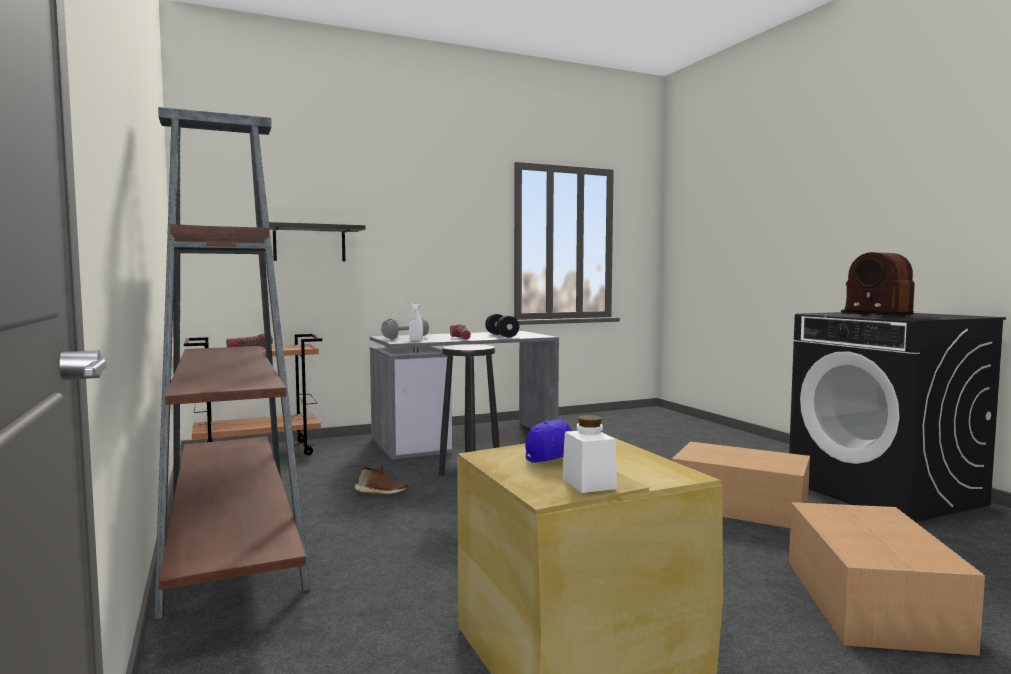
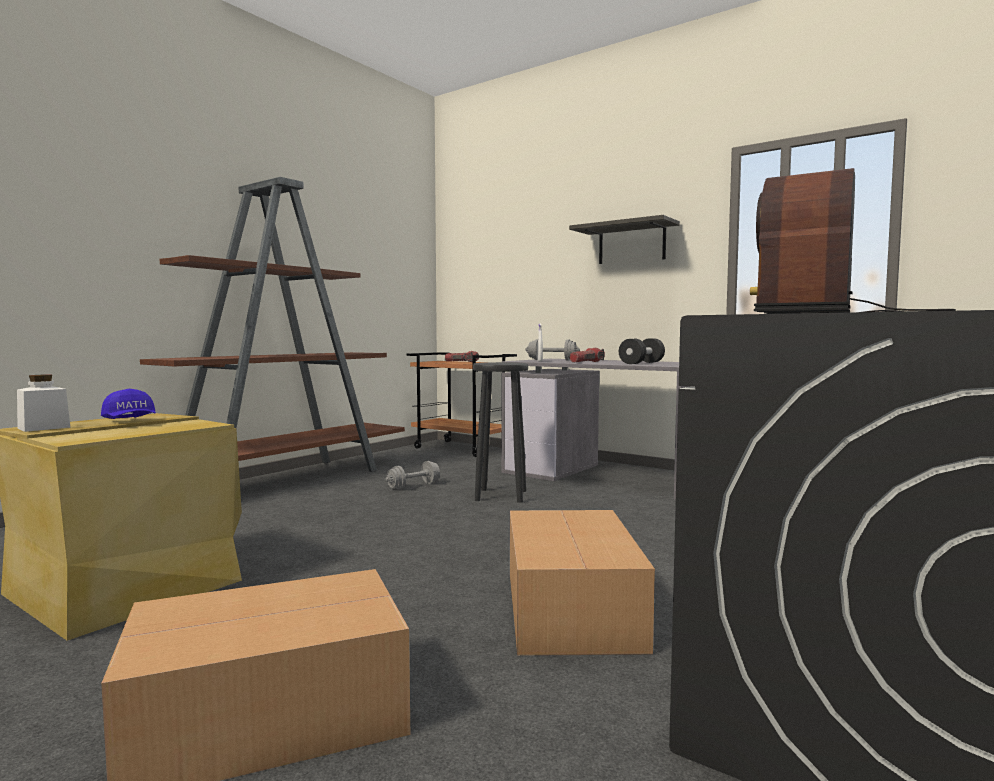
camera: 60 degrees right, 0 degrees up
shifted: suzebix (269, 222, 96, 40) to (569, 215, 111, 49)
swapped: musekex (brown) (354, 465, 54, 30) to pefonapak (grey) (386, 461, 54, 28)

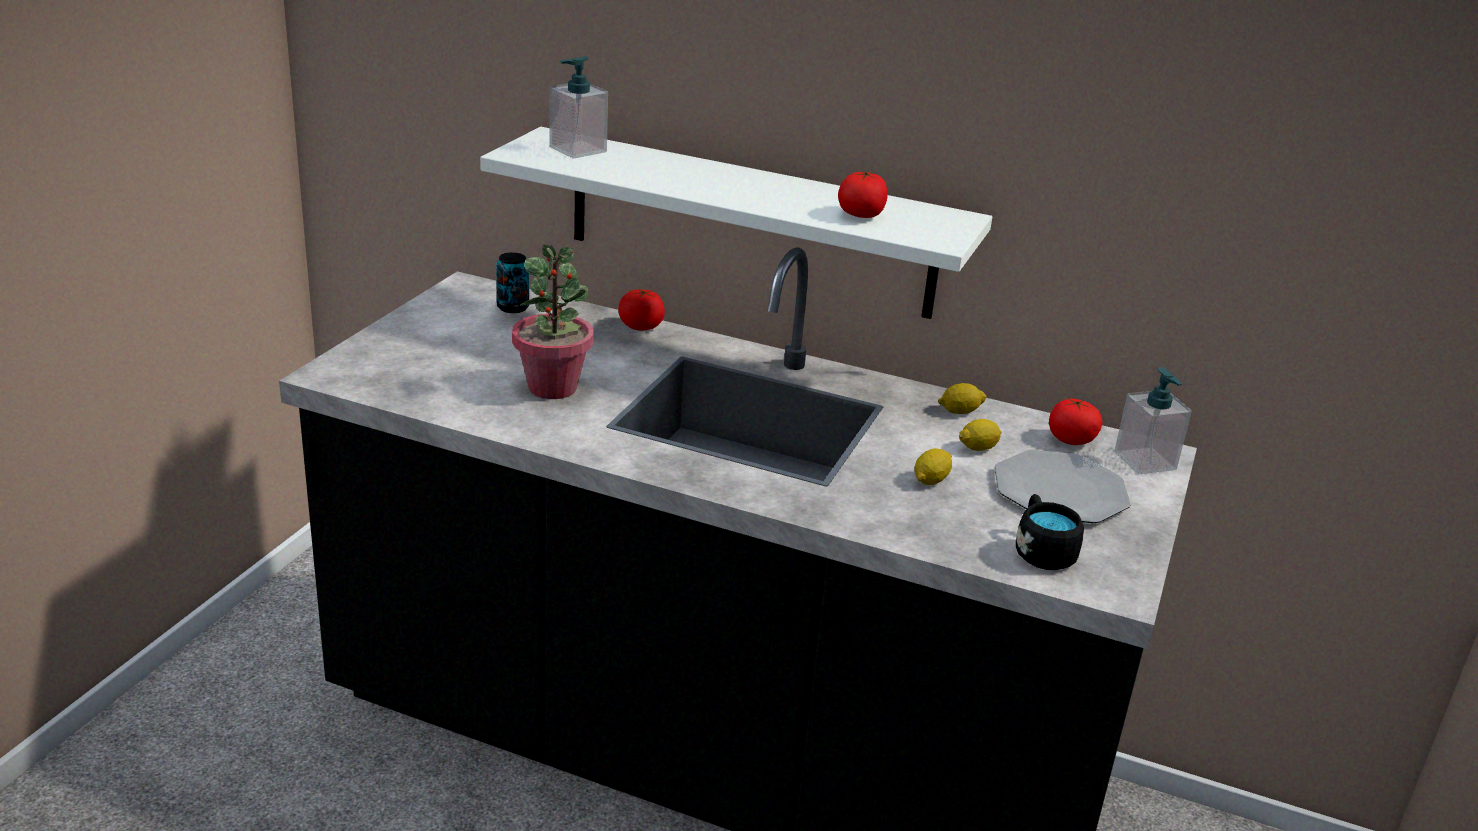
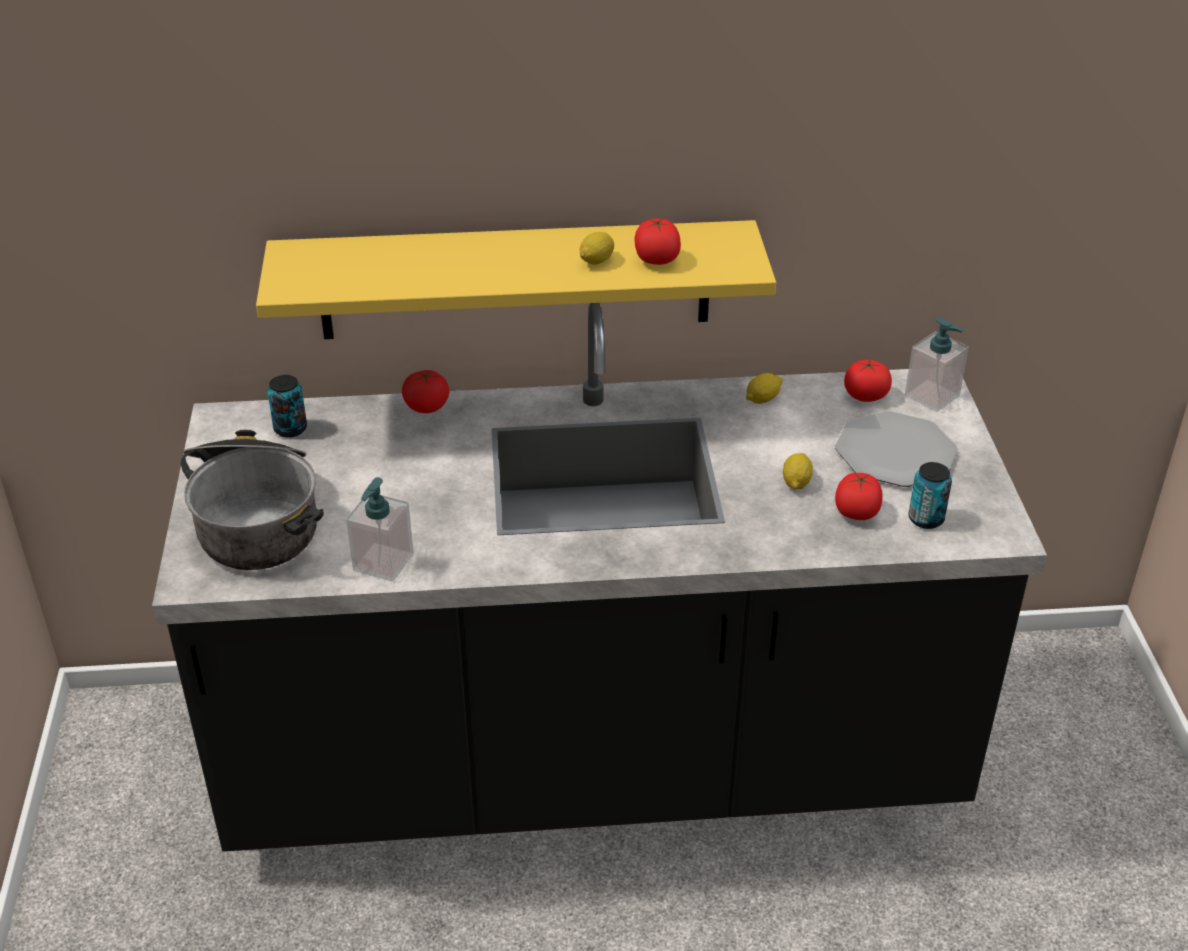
camera: 25 degrees left, 10 degrees up
gone: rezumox (512, 245, 82, 154)
new: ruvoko (181, 430, 143, 140); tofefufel (835, 472, 48, 48)
shifted: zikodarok (549, 56, 59, 103) to (346, 477, 68, 105); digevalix (959, 419, 43, 32) to (580, 232, 34, 32)
swapped: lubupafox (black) (1016, 494, 68, 76) to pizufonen (909, 462, 43, 67)
repainted: suzebix (white) (480, 127, 512, 192) to suzebix (yellow) (256, 220, 520, 119)

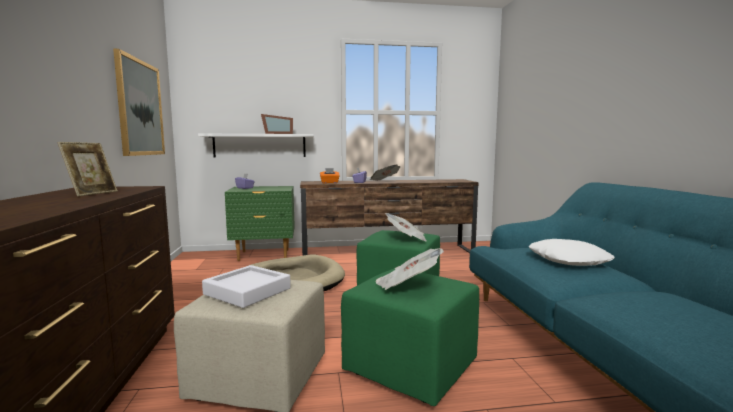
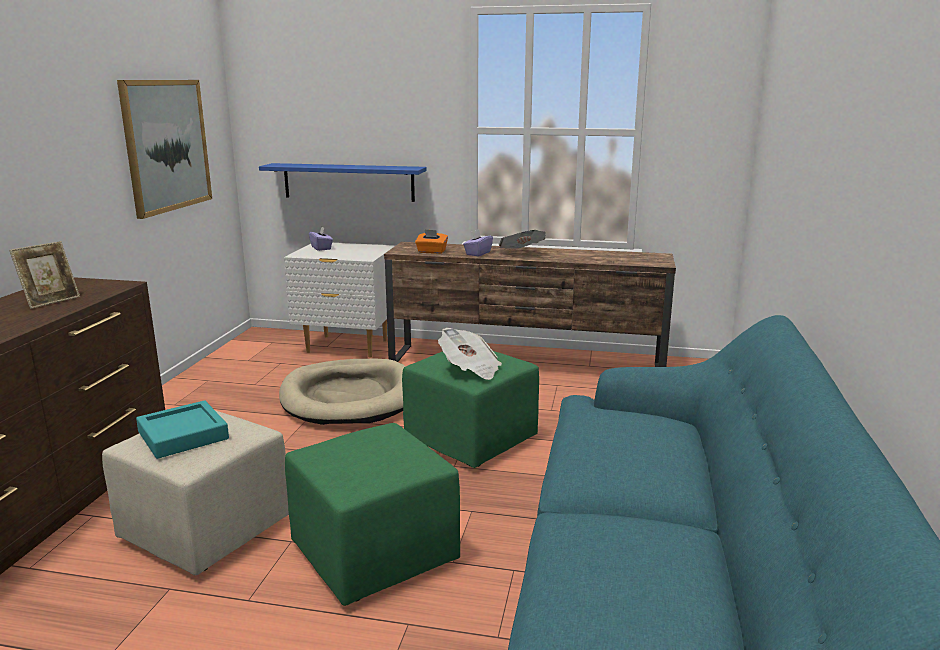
camera: 20 degrees right, 10 degrees up
gone: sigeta (261, 114, 32, 20); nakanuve (375, 248, 69, 42); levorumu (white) (529, 239, 86, 27)
repainted: suzebix (white) (198, 134, 116, 23) to suzebix (blue) (259, 163, 168, 39); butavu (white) (202, 265, 89, 43) to butavu (turquoise) (136, 401, 93, 58); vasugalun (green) (225, 186, 70, 75) to vasugalun (white) (284, 243, 112, 114)

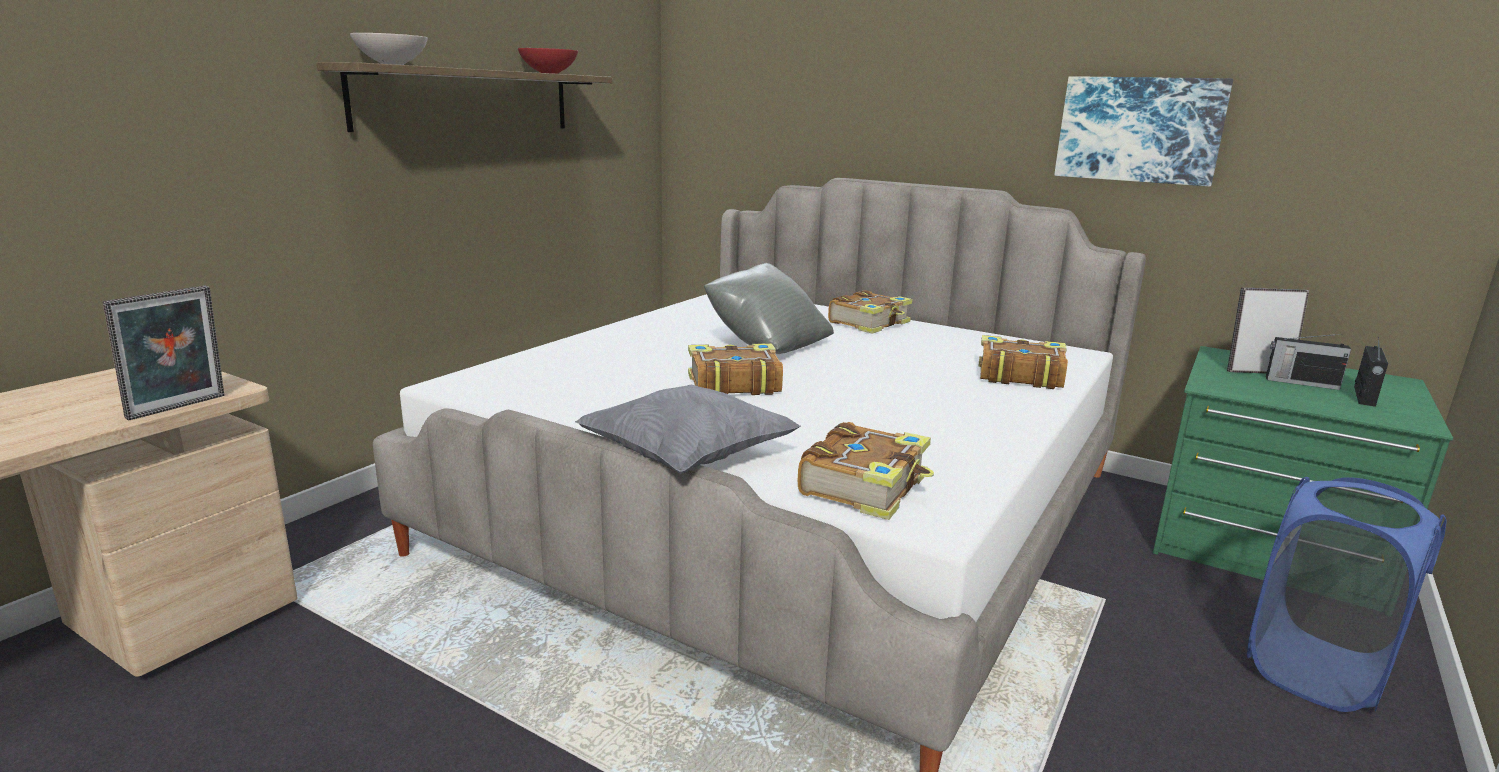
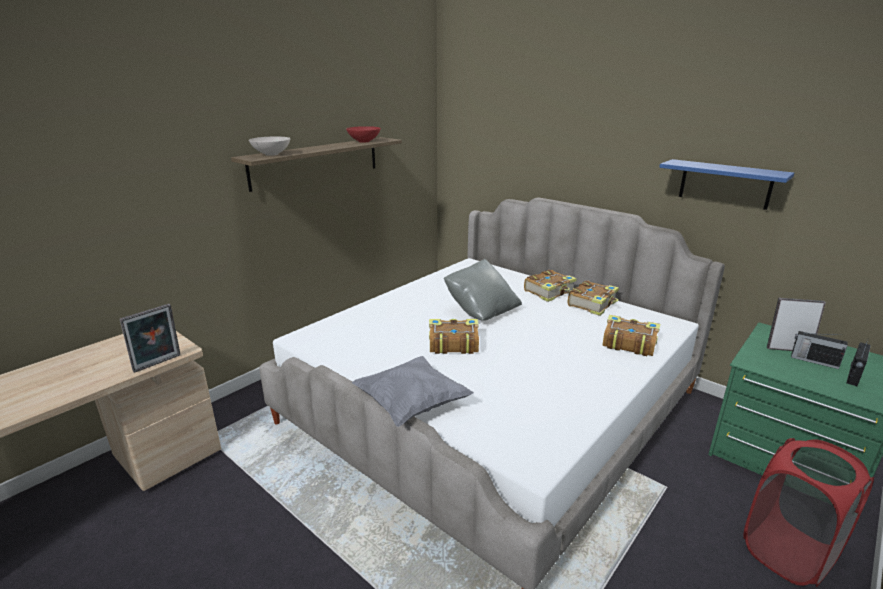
camera: 10 degrees right, 5 degrees up
shifted: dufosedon (798, 422, 136, 98) to (568, 281, 51, 35)
swapped: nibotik (1054, 76, 179, 110) to suzebix (blue) (659, 159, 135, 51)
repainted: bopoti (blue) (1247, 477, 200, 235) to bopoti (red) (744, 438, 130, 149)

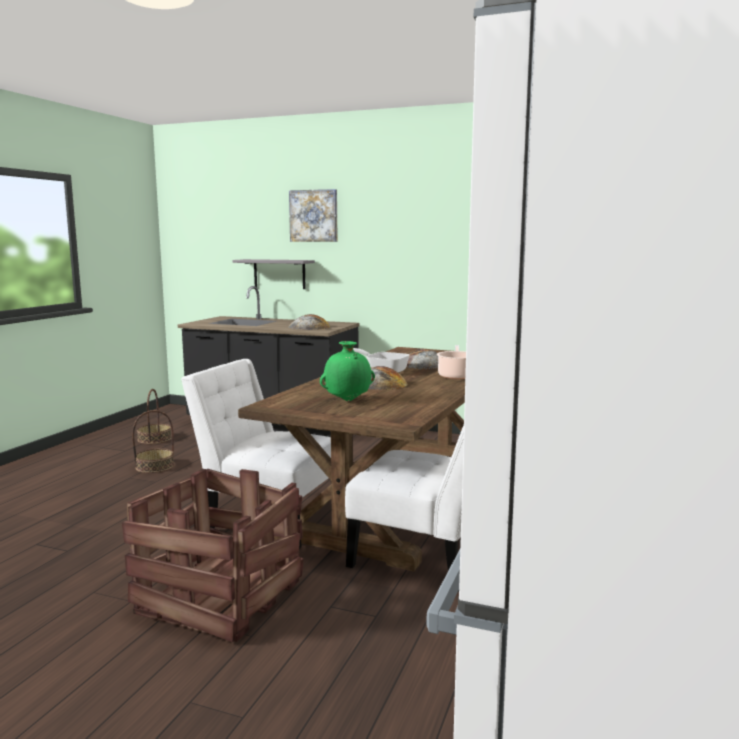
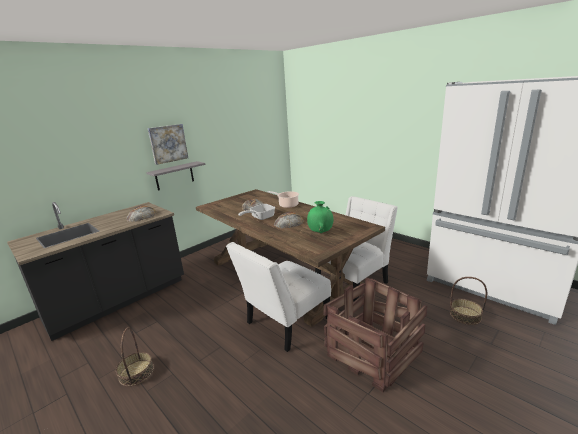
camera: 65 degrees left, 10 degrees up
shifted: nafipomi (137, 389, 35, 55) to (450, 277, 37, 48); suzebix (grey) (233, 259, 82, 30) to (146, 161, 60, 29); nibotik (289, 189, 49, 53) to (148, 124, 40, 41)

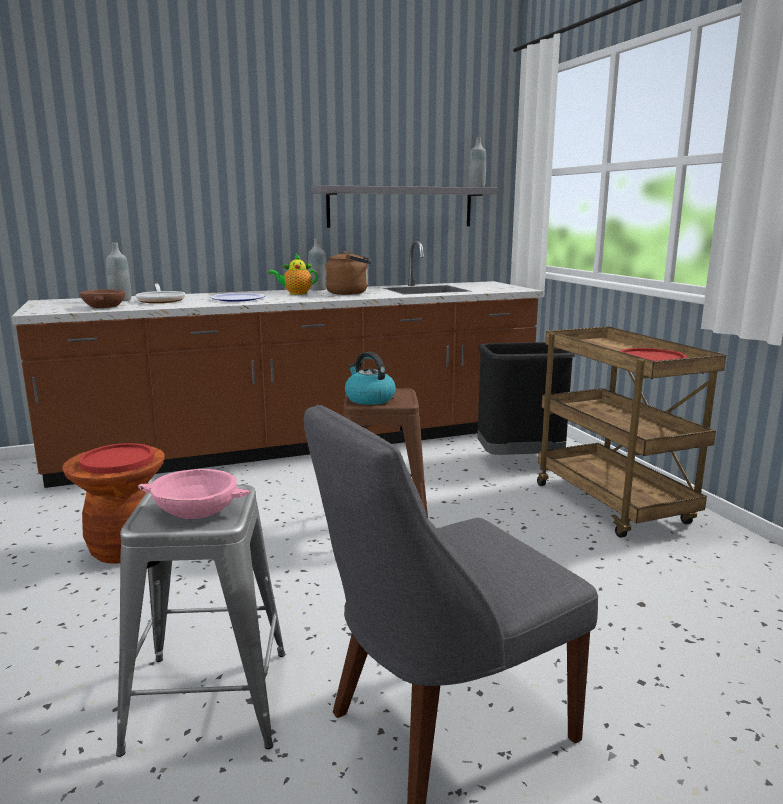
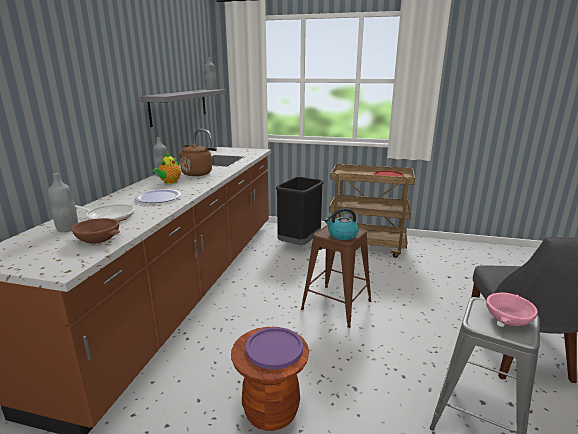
camera: 55 degrees left, 5 degrees up
repainted: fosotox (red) (79, 443, 76, 31) to fosotox (purple) (246, 327, 57, 43)

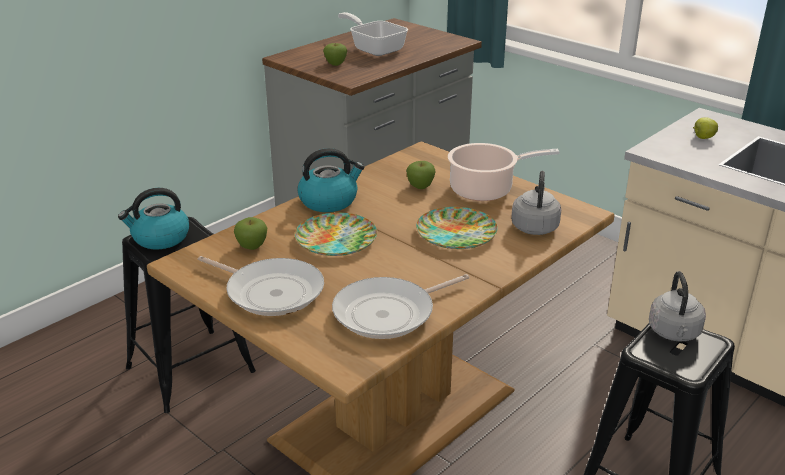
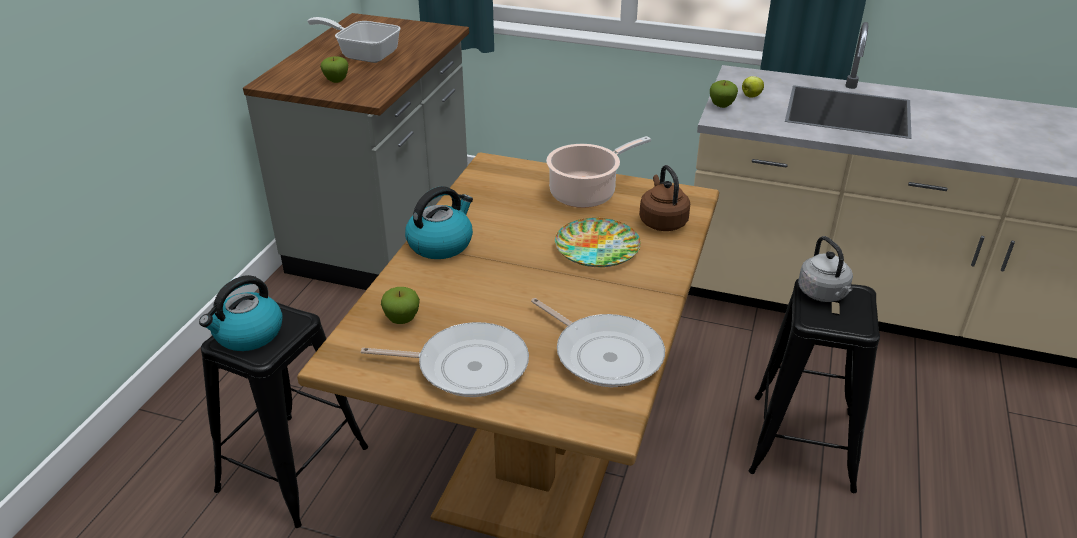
camera: 25 degrees left, 5 degrees up
gone: fosotox (295, 212, 82, 44)
shifted: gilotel (406, 161, 29, 28) to (710, 80, 28, 28)
repainted: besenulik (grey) (511, 171, 50, 64) to besenulik (brown) (639, 165, 51, 66)
rotated: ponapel (332, 274, 137, 65) = (531, 298, 134, 89) 75 degrees counterclockwise

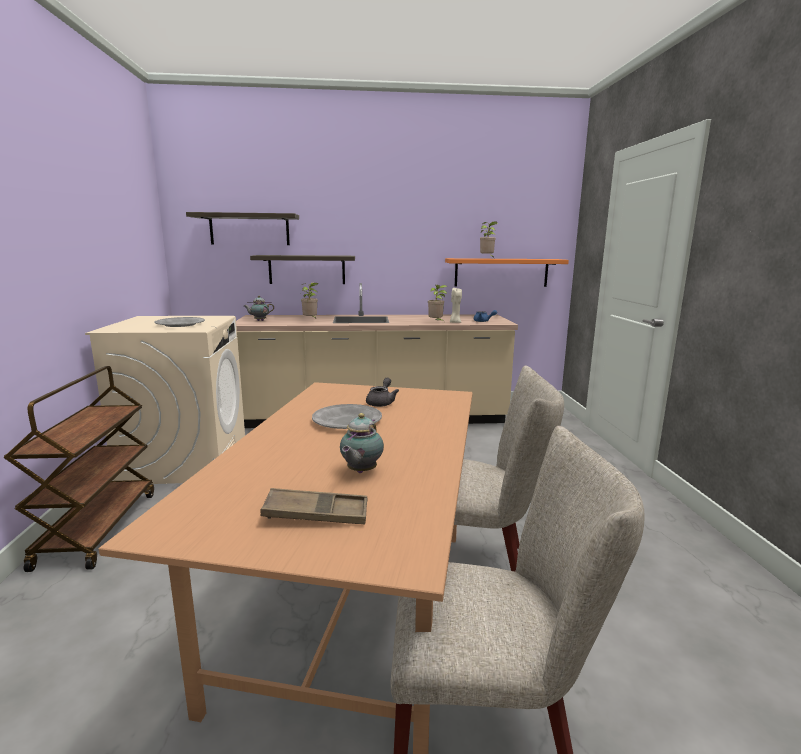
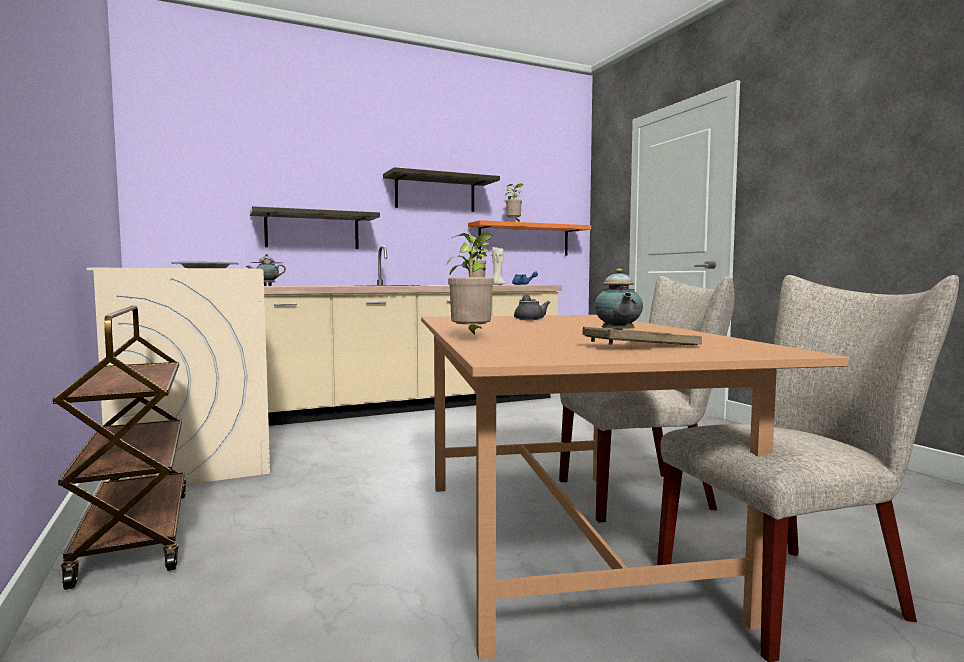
camera: 20 degrees left, 10 degrees down
gone: fosotox (grey) (312, 404, 70, 25)
shifted: suzebix (186, 212, 113, 33) to (383, 167, 117, 45); rezumox (301, 283, 17, 35) to (447, 233, 47, 102)

